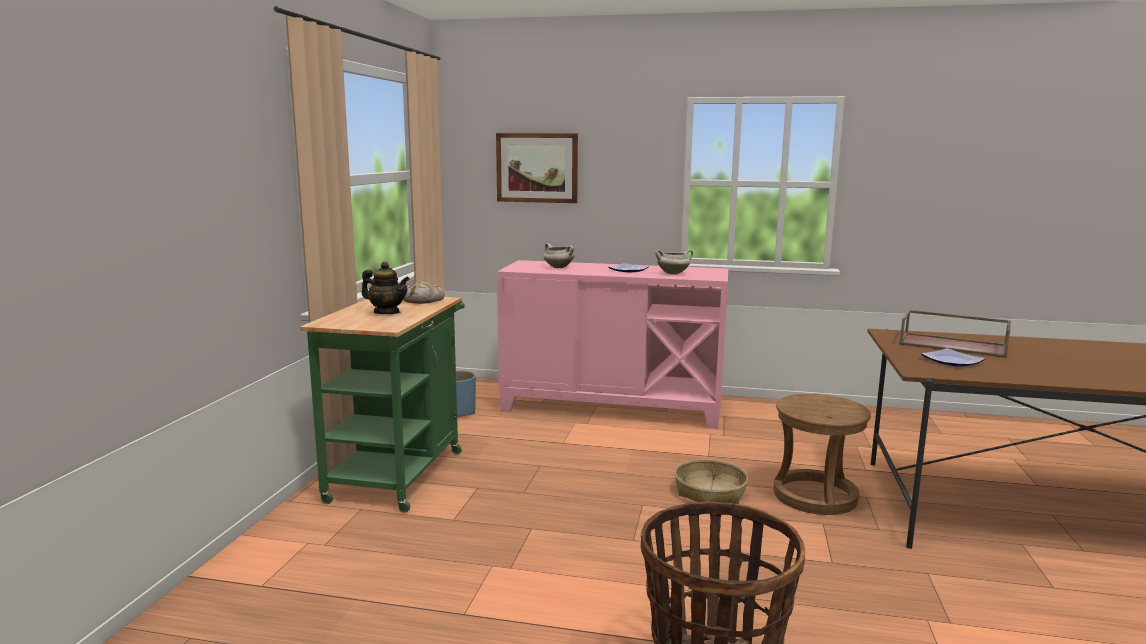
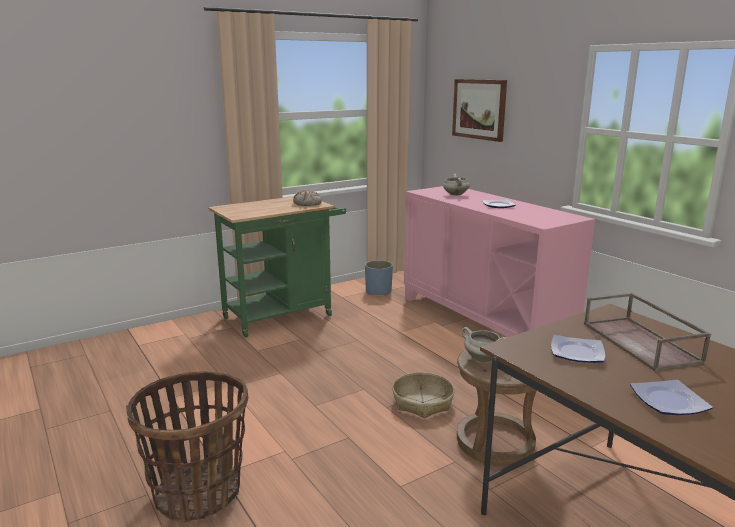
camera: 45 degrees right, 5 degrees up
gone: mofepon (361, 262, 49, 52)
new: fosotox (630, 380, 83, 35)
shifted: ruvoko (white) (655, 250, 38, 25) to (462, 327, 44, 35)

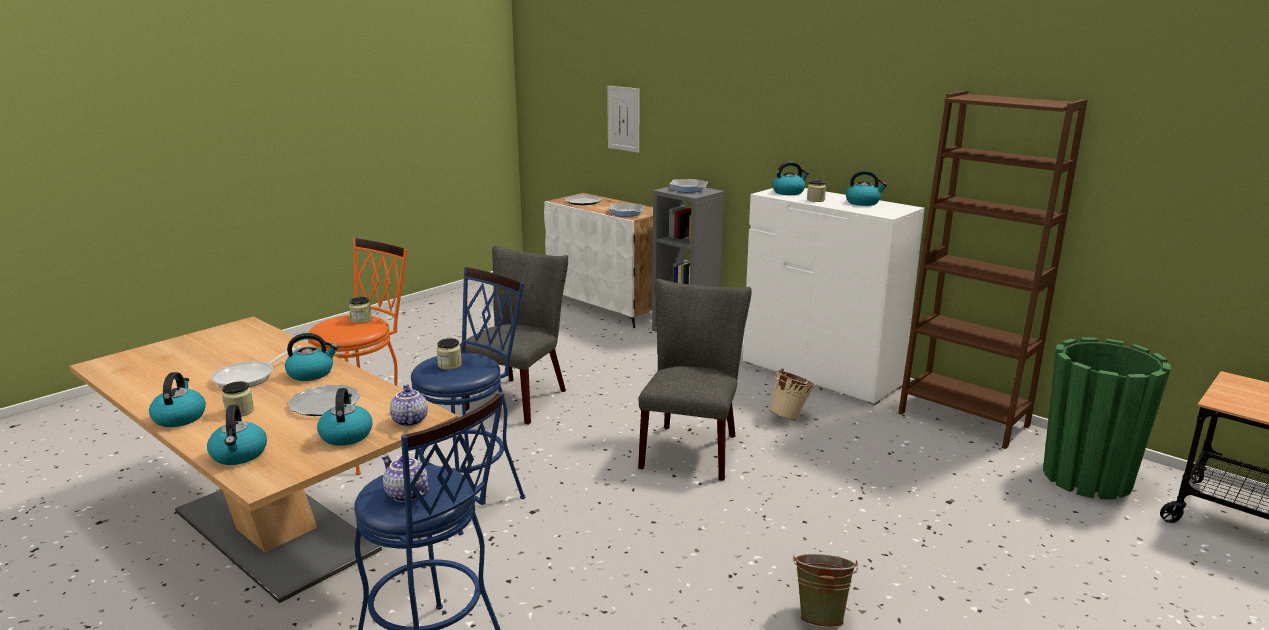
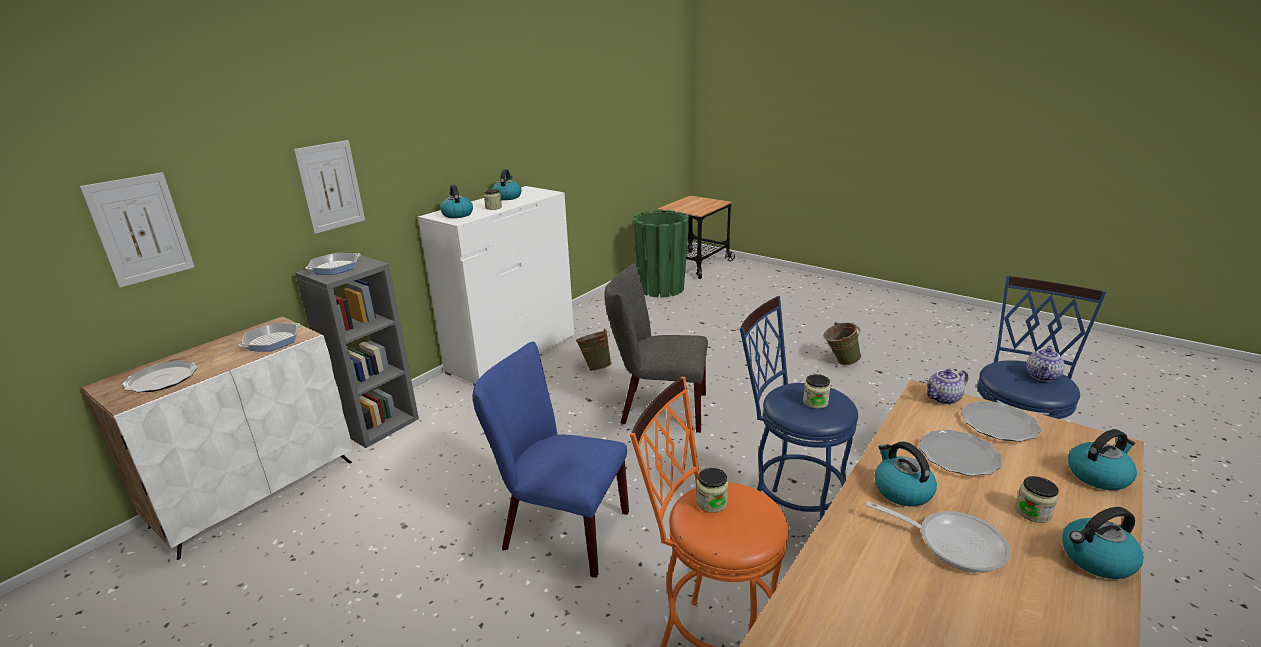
camera: 95 degrees left, 5 degrees up
gone: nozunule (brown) (898, 91, 190, 358)
new: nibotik (293, 140, 72, 94)
swapped: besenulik (317, 388, 55, 58) to fosotox (961, 401, 80, 41)
repainted: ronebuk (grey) (460, 246, 108, 179) to ronebuk (blue) (473, 342, 156, 236); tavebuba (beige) (769, 368, 47, 53) to tavebuba (green) (576, 329, 36, 42)

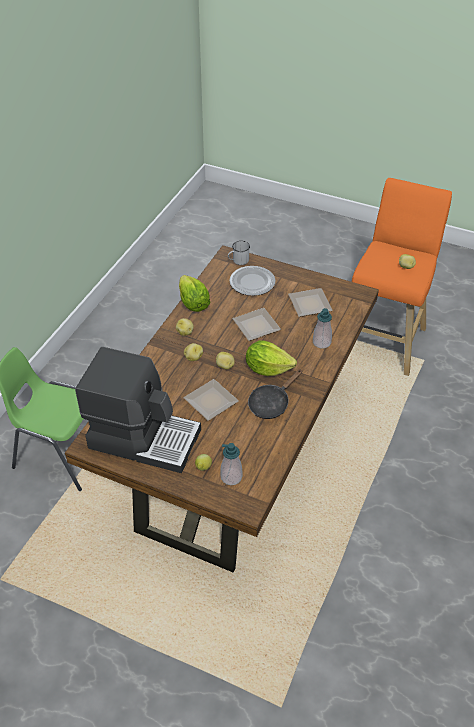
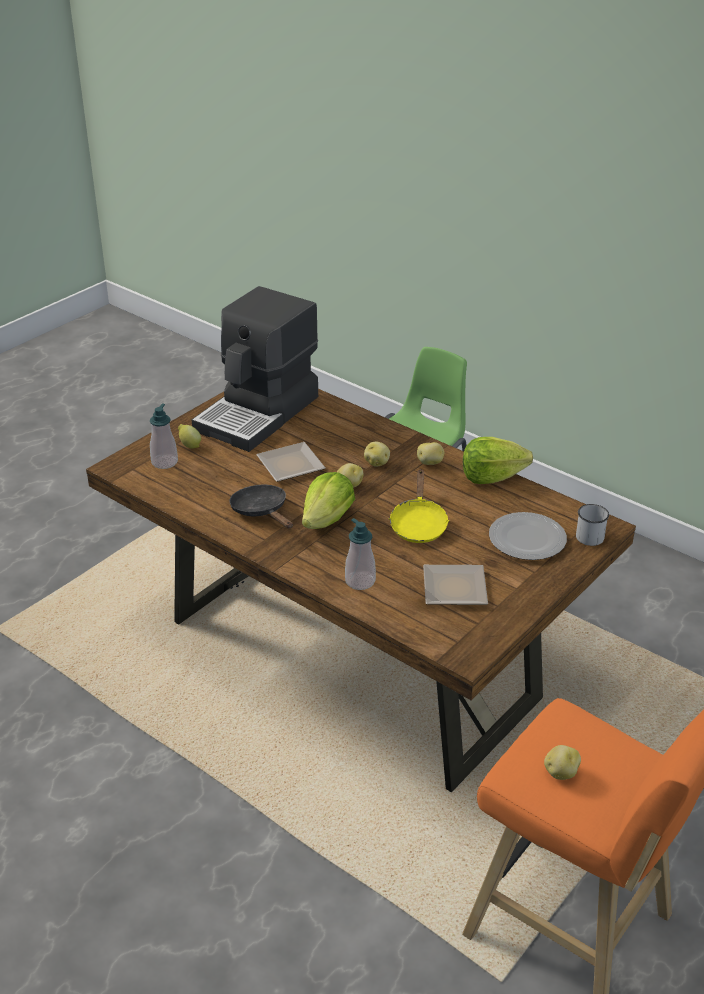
camera: 105 degrees right, 10 degrees down
swapped: fosotox (233, 308, 48, 33) to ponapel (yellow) (389, 469, 60, 74)

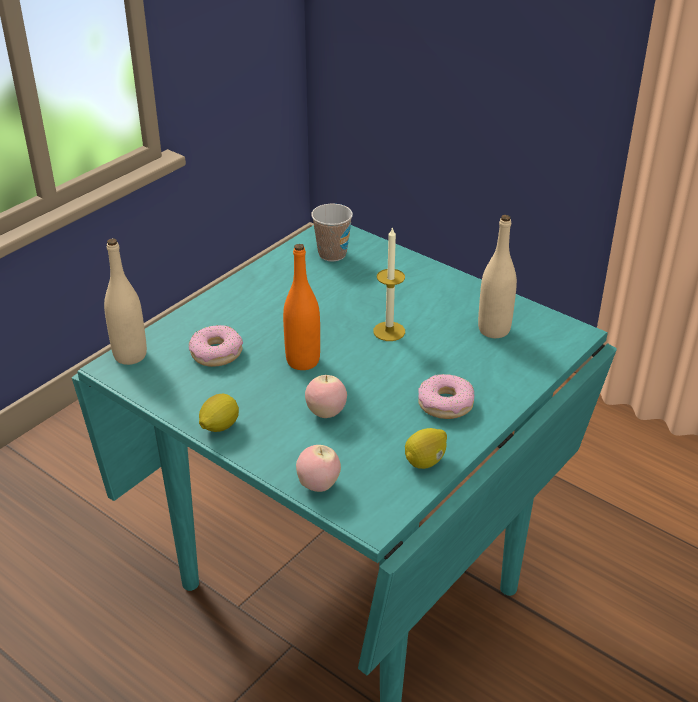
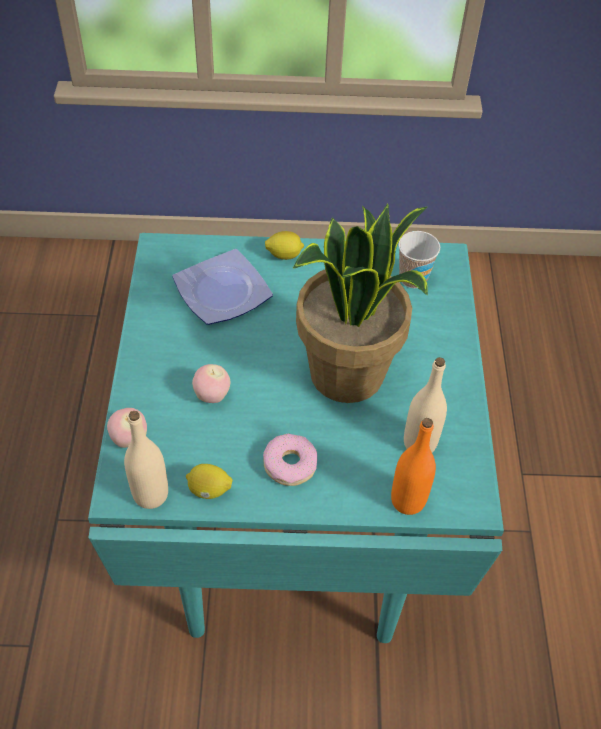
camera: 50 degrees right, 15 degrees up
shifted: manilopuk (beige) (104, 238, 43, 127) to (124, 411, 44, 98); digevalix (199, 394, 40, 38) to (265, 231, 39, 29); manilopuk (orange) (283, 244, 37, 126) to (391, 418, 45, 97)
swapped: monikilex (189, 325, 54, 42) to fosotox (172, 249, 101, 76); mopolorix (373, 226, 32, 115) to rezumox (293, 204, 135, 199)

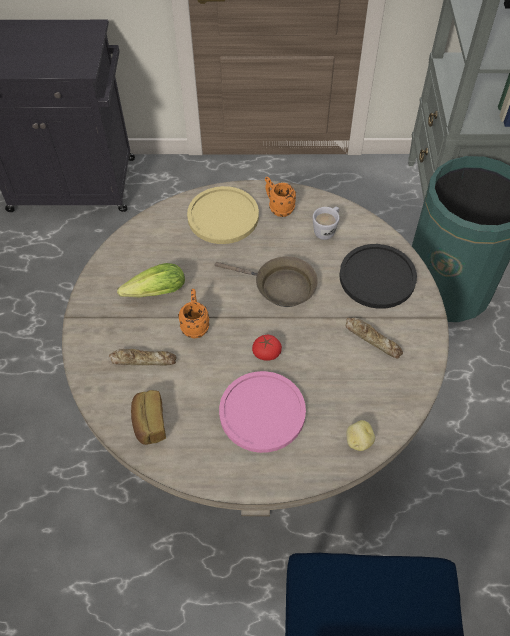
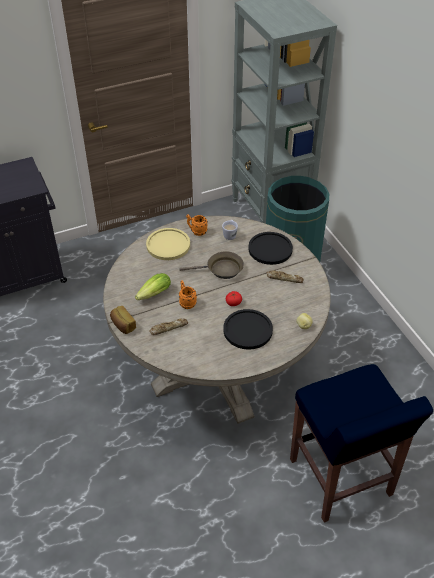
camera: 25 degrees left, 10 degrees down
shifted: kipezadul (131, 390, 35, 55) to (110, 306, 26, 28)
repainted: fosotox (pink) (219, 371, 87, 82) to fosotox (black) (223, 309, 50, 41)

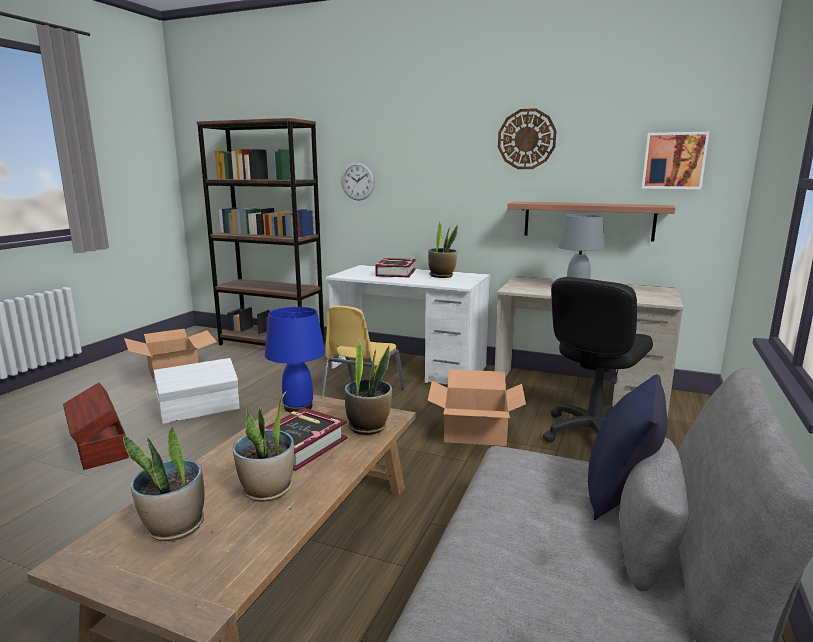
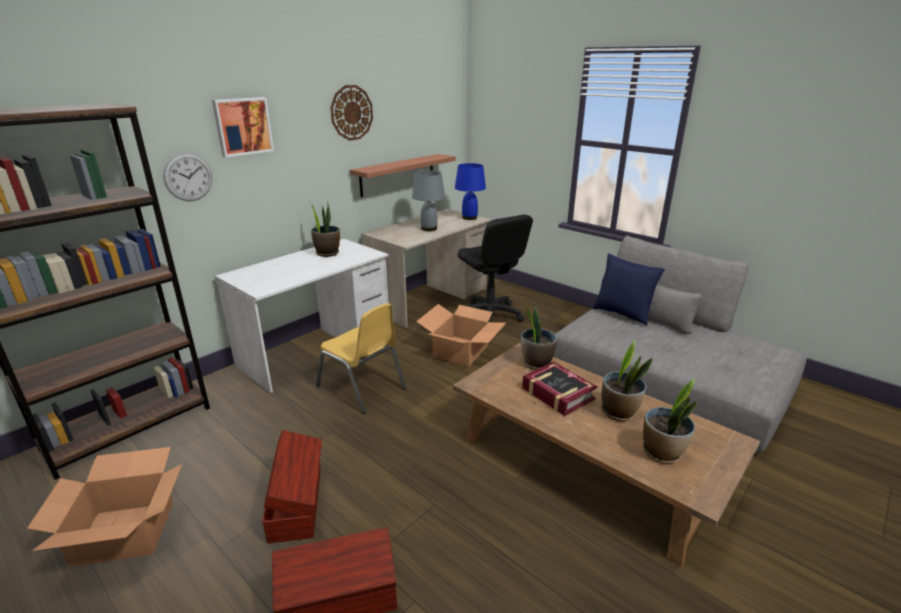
camera: 70 degrees left, 10 degrees up
gone: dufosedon (375, 258, 41, 19)
shifted: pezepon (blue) (265, 307, 60, 106) to (455, 163, 31, 57); nibotik (642, 132, 68, 57) to (212, 97, 62, 60)
repainted: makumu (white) (154, 358, 86, 66) to makumu (brown) (262, 430, 60, 113)

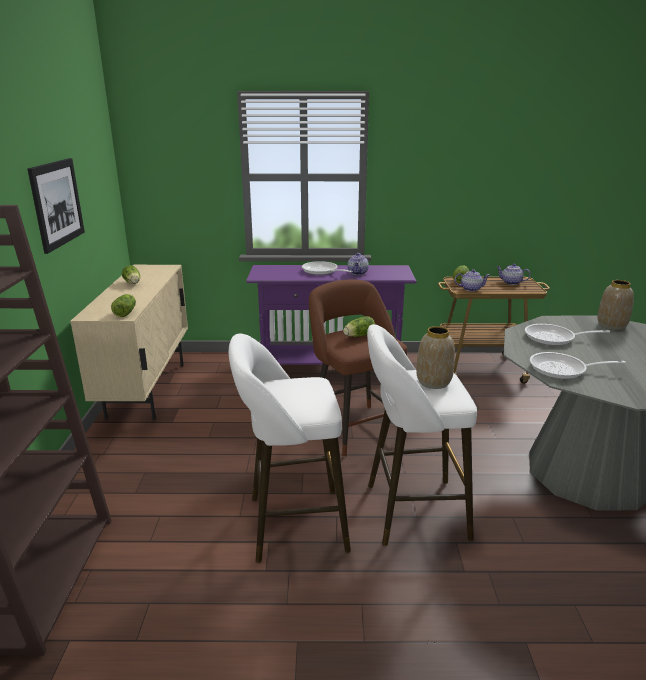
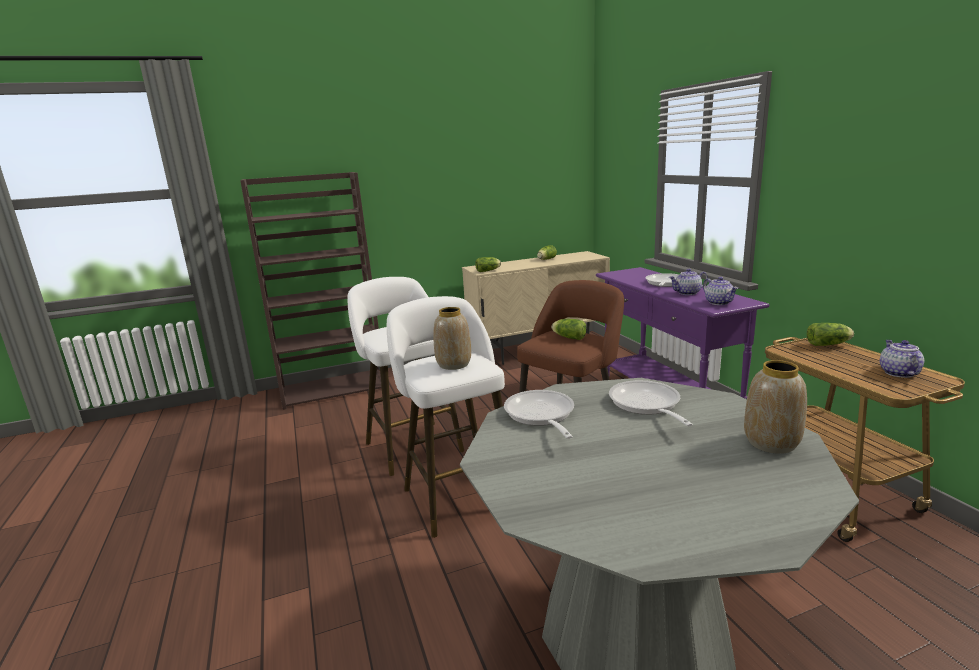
camera: 70 degrees right, 5 degrees down
gone: nibotik (28, 158, 57, 96)
shifted: mofepon (454, 269, 36, 23) to (703, 277, 35, 28)

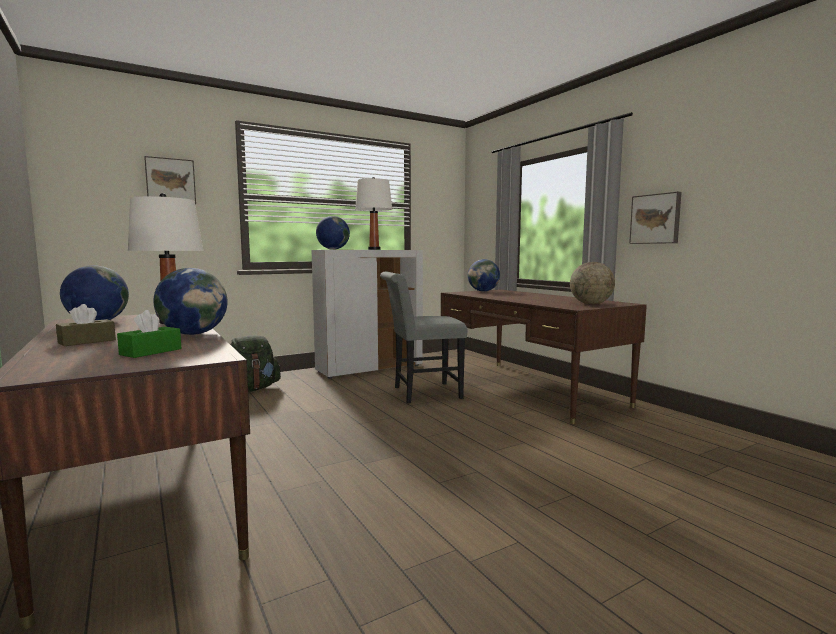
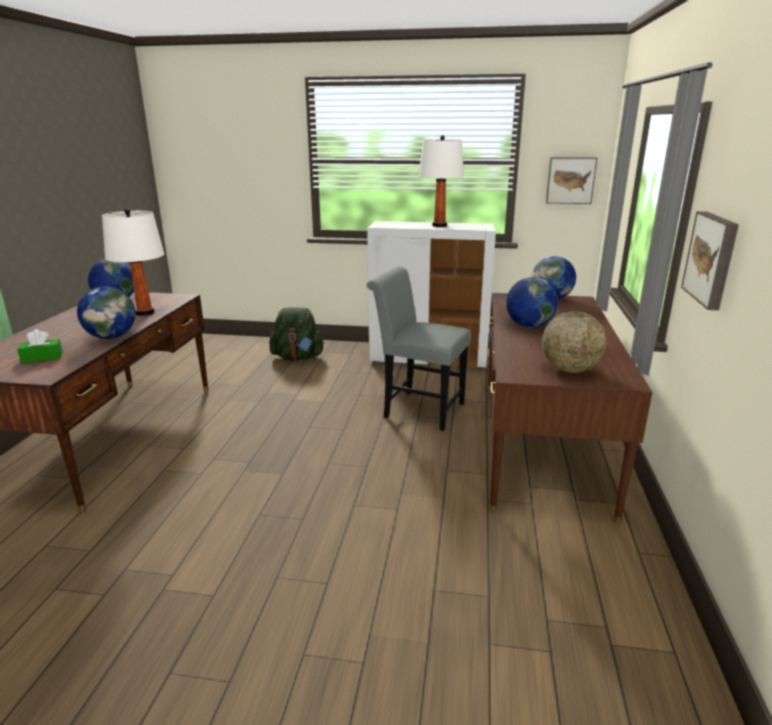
camera: 40 degrees right, 15 degrees up
gone: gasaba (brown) (56, 304, 60, 42)
shifted: nibotik (144, 156, 52, 48) to (546, 157, 51, 47); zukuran (316, 216, 34, 34) to (506, 277, 52, 51)

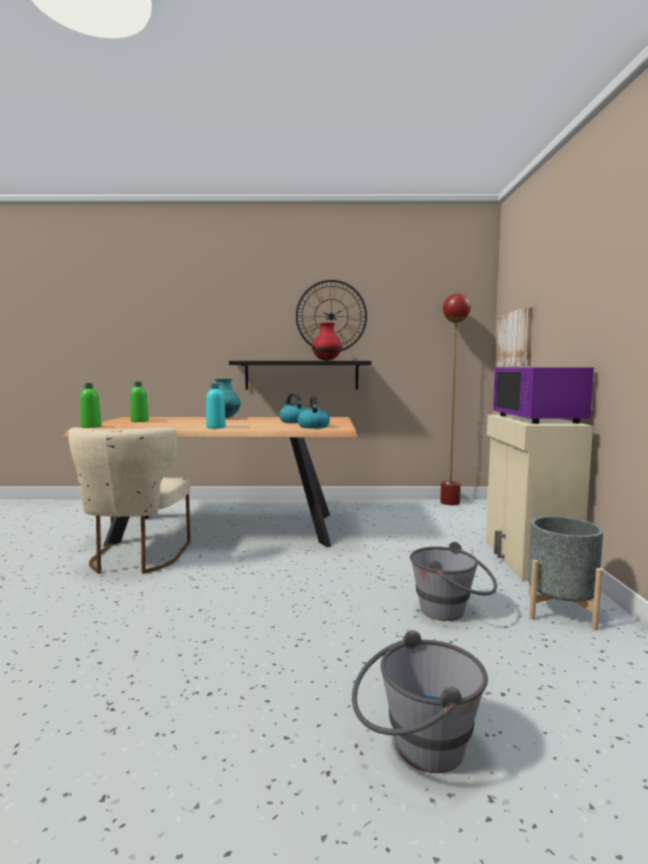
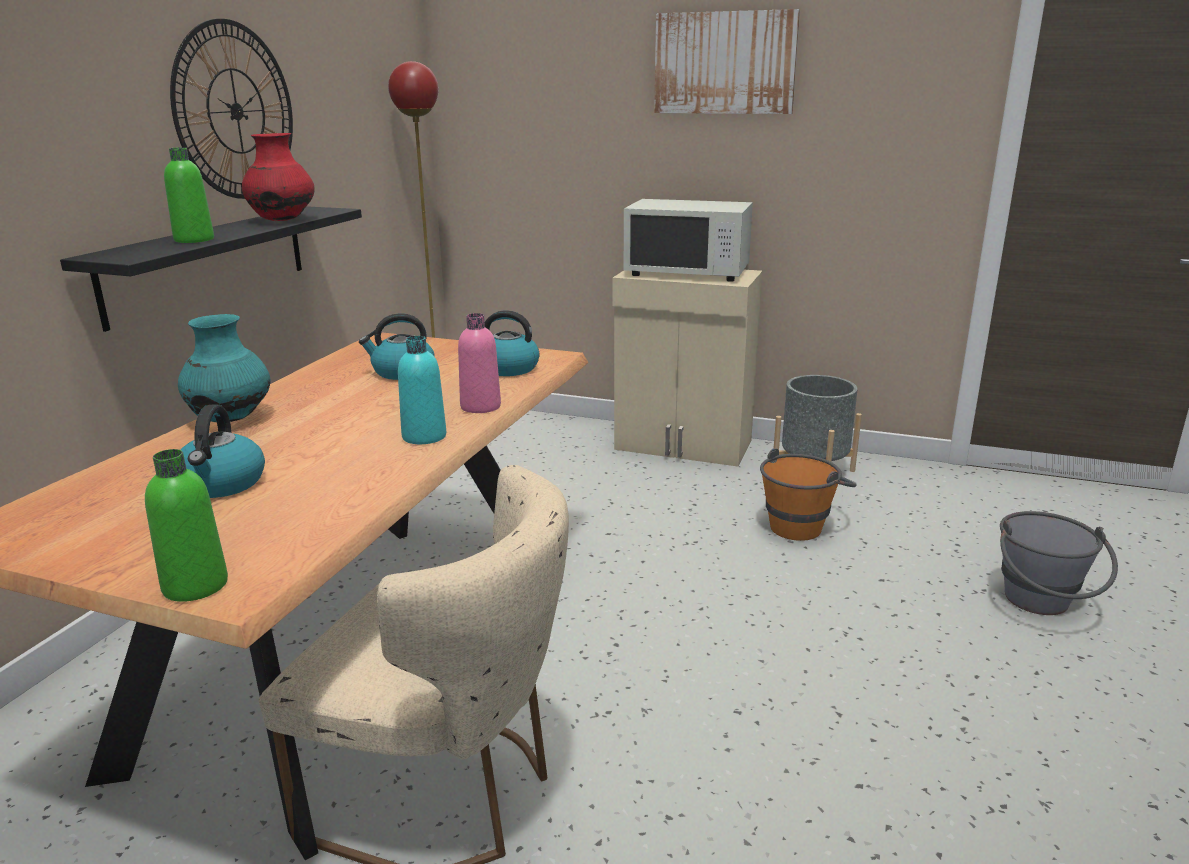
camera: 70 degrees left, 15 degrees up
new: besenulik (181, 404, 84, 94); manilopuk (pink) (458, 313, 43, 100)
shifted: manilopuk (green) (130, 382, 19, 40) to (164, 147, 50, 96); nibotik (495, 307, 39, 60) to (654, 9, 146, 105)
repainted: tavebuba (grey) (410, 542, 87, 79) to tavebuba (orange) (760, 448, 97, 93); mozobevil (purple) (493, 367, 101, 57) to mozobevil (white) (624, 199, 129, 83)

